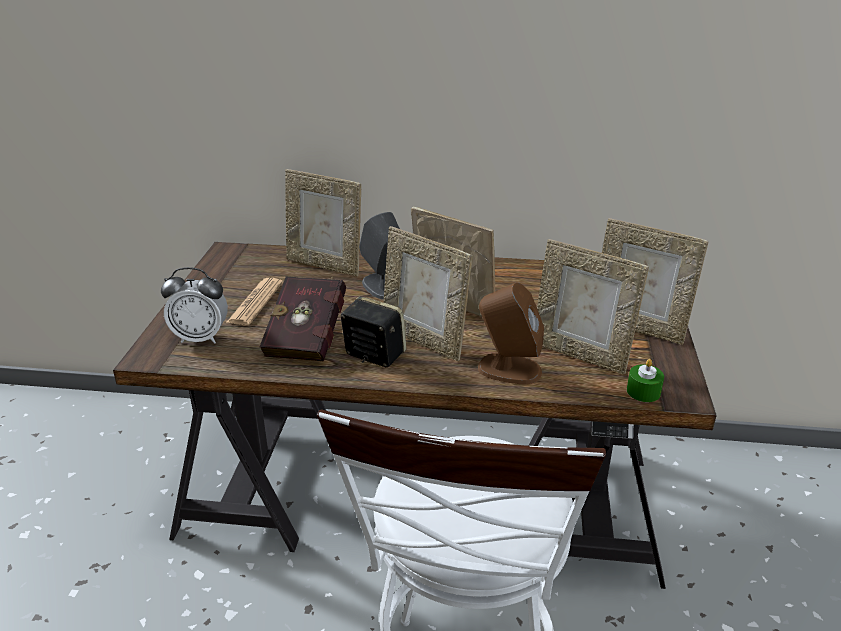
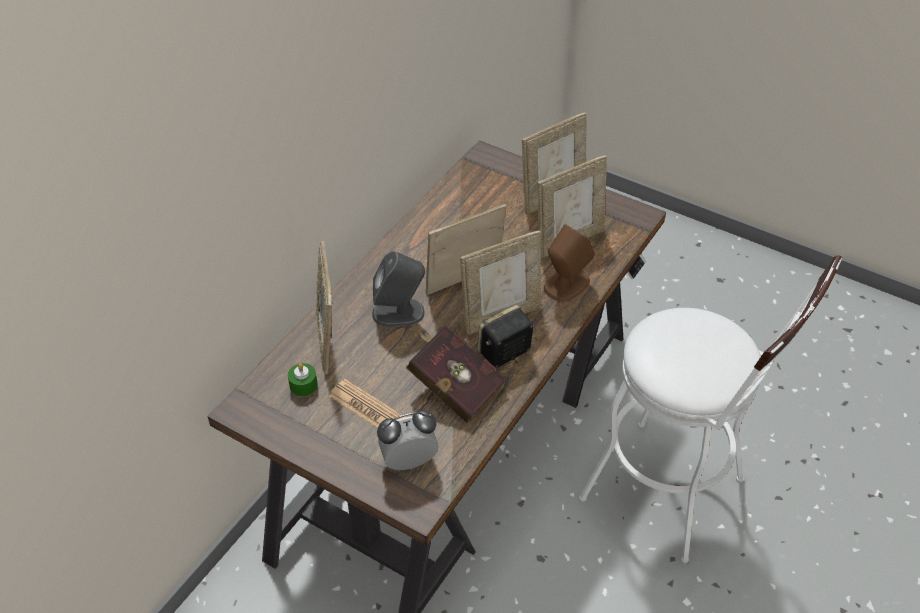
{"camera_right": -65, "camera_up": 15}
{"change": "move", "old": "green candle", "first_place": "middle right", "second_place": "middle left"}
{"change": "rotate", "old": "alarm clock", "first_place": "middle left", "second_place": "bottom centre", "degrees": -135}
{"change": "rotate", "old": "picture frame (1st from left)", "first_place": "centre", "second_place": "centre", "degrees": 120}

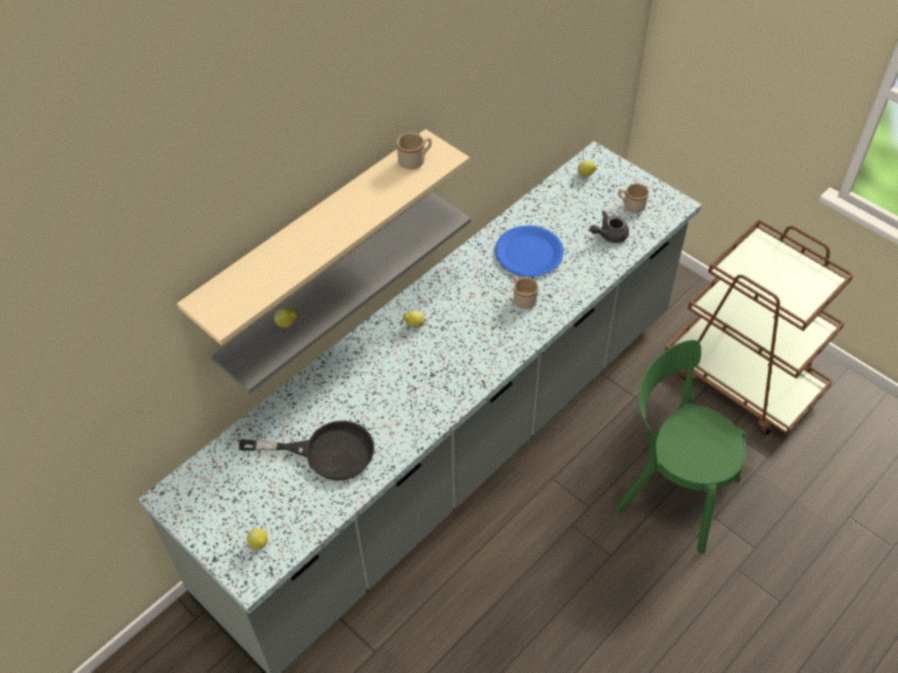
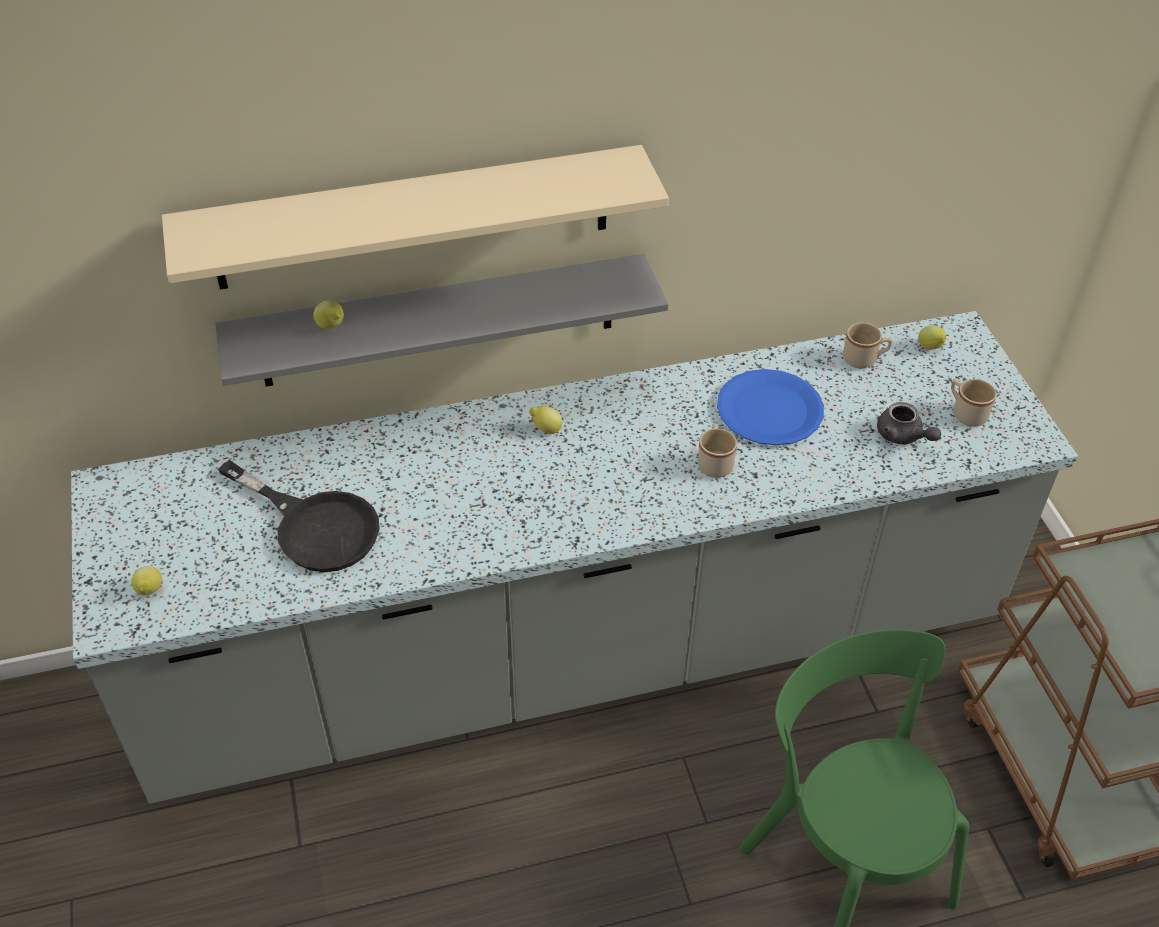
{"camera_right": 30, "camera_up": -5}
{"change": "move", "old": "beige mug (1st from left in the first image)", "new": "beige mug (2nd from left)", "first_place": "top centre", "second_place": "middle right"}
{"change": "rotate", "old": "grey teapot", "first_place": "middle right", "second_place": "middle right", "degrees": -135}

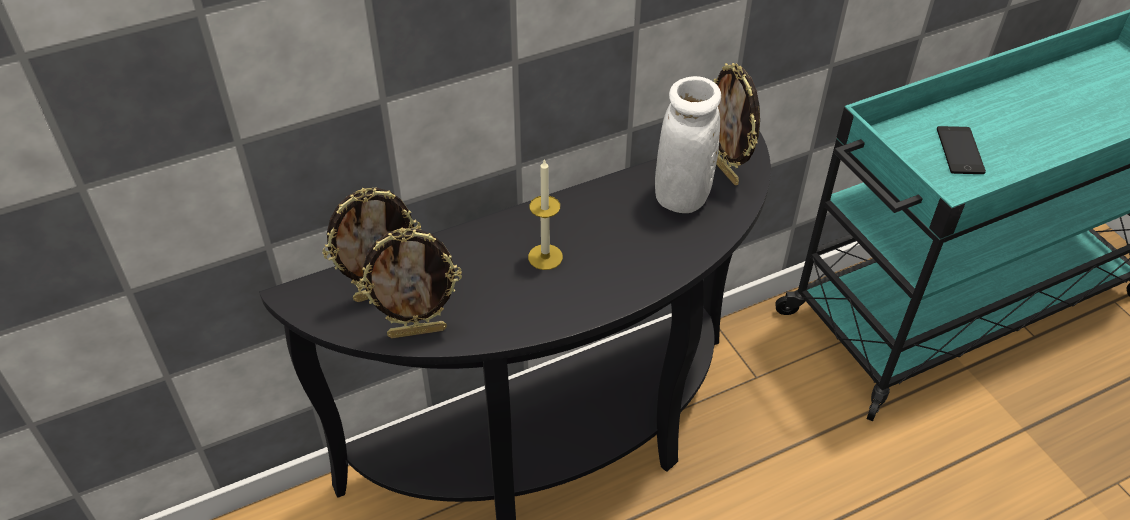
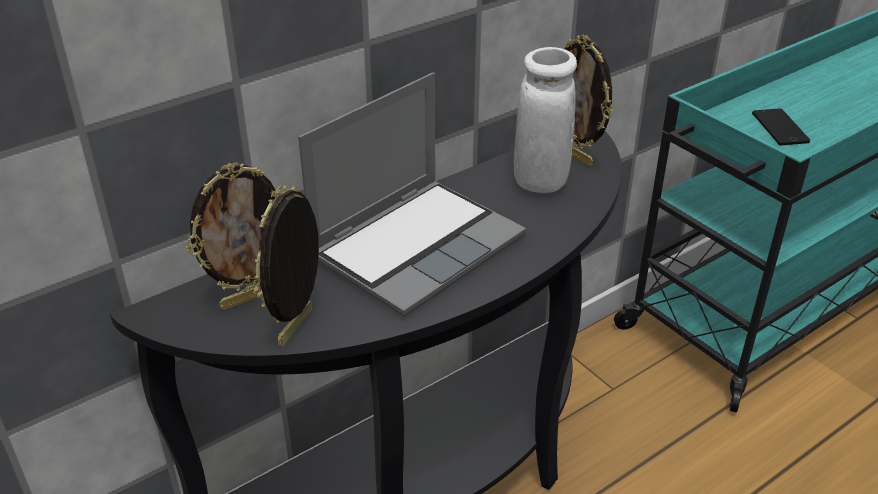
{"camera_right": -10, "camera_up": -10}
{"change": "replace", "old": "candle", "new": "laptop", "first_place": "centre", "second_place": "centre"}
{"change": "rotate", "old": "picture frame (2nd from left)", "first_place": "centre", "second_place": "middle left", "degrees": 135}

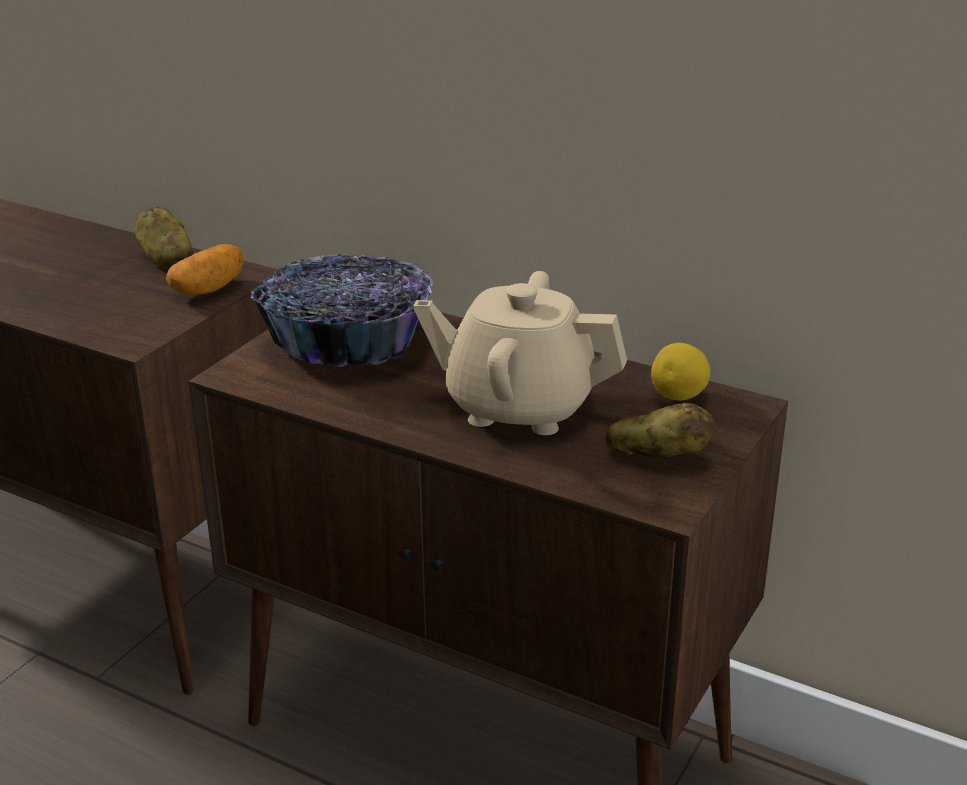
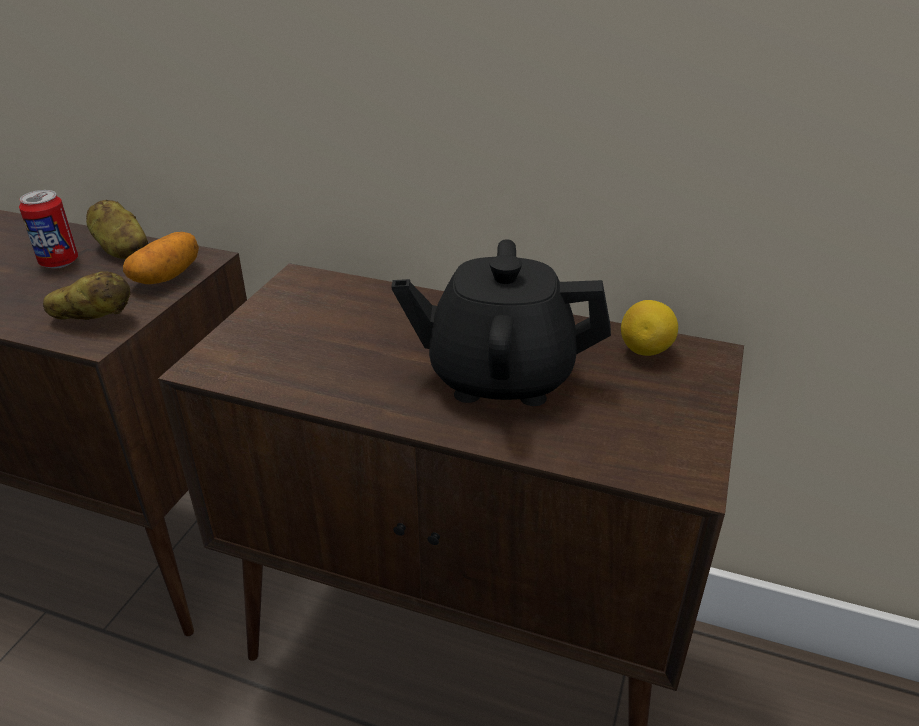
{"camera_right": -10, "camera_up": 5}
{"change": "delete", "old": "bowl", "first_place": "centre"}
{"change": "insert", "new": "can", "second_place": "top left"}
{"change": "move", "old": "potato (3rd from left in the first image)", "new": "potato (1st from left)", "first_place": "middle right", "second_place": "middle left"}
{"change": "recolor", "old": "beige teapot", "new": "black teapot", "first_place": "centre", "second_place": "centre"}

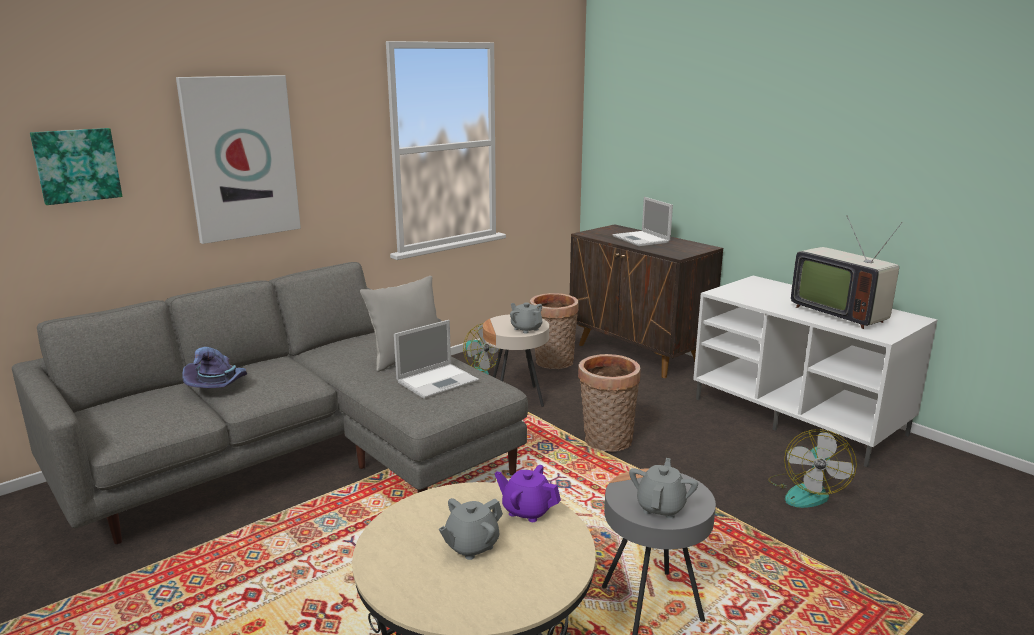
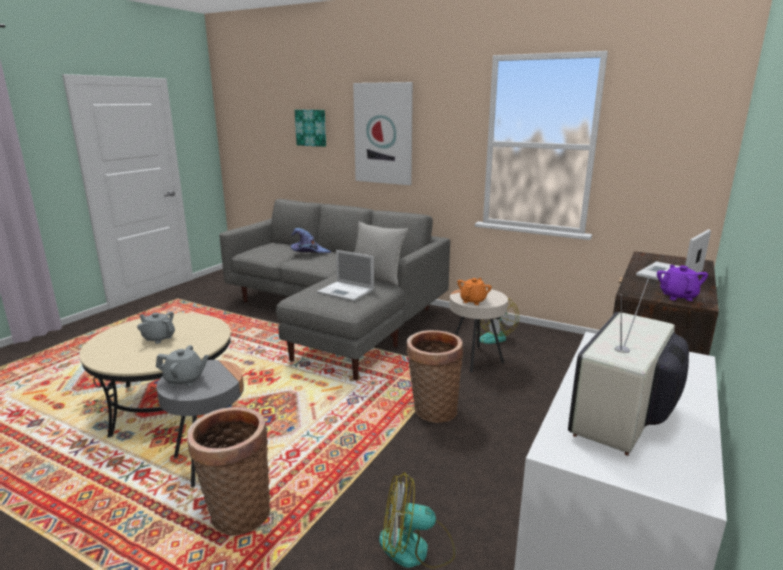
{"camera_right": 70, "camera_up": 0}
{"change": "move", "old": "purple teapot", "first_place": "bottom centre", "second_place": "middle right"}
{"change": "move", "old": "basket (1st from left)", "first_place": "centre", "second_place": "bottom left"}
{"change": "recolor", "old": "grey teapot (2nd from left)", "new": "orange teapot", "first_place": "centre", "second_place": "centre"}

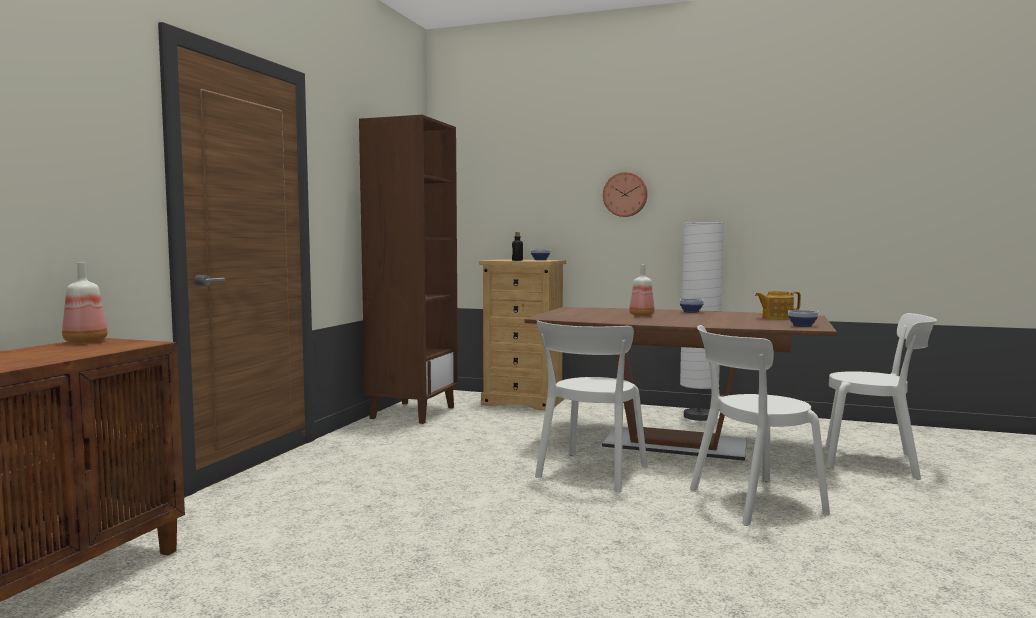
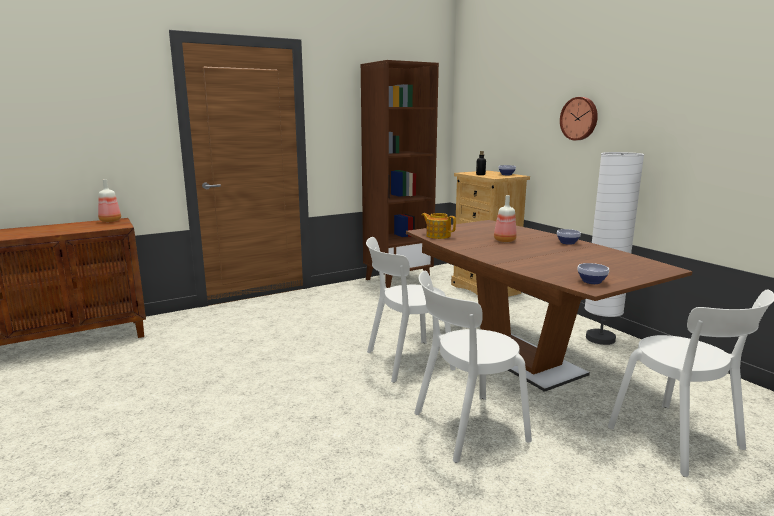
{"camera_right": 40, "camera_up": 10}
{"change": "move", "old": "teapot", "first_place": "middle right", "second_place": "centre"}
{"change": "rotate", "old": "white chair (2nd from left)", "first_place": "bottom right", "second_place": "bottom centre", "degrees": -45}

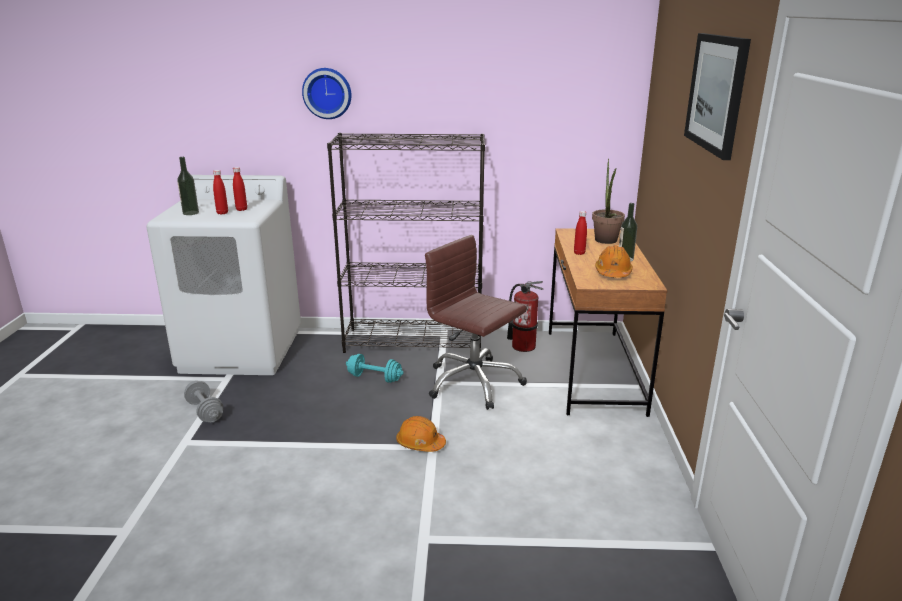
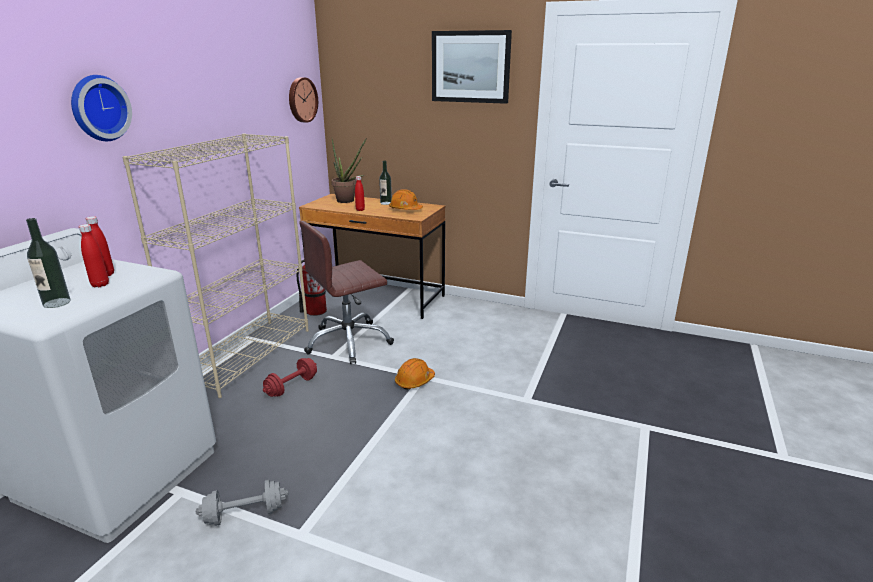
{"camera_right": -70, "camera_up": 0}
{"change": "insert", "new": "wall clock (2nd from left)", "second_place": "top centre"}
{"change": "recolor", "old": "black bookcase", "new": "beige bookcase", "first_place": "centre", "second_place": "middle left"}
{"change": "recolor", "old": "turquoise dumbbell", "new": "red dumbbell", "first_place": "centre", "second_place": "middle left"}

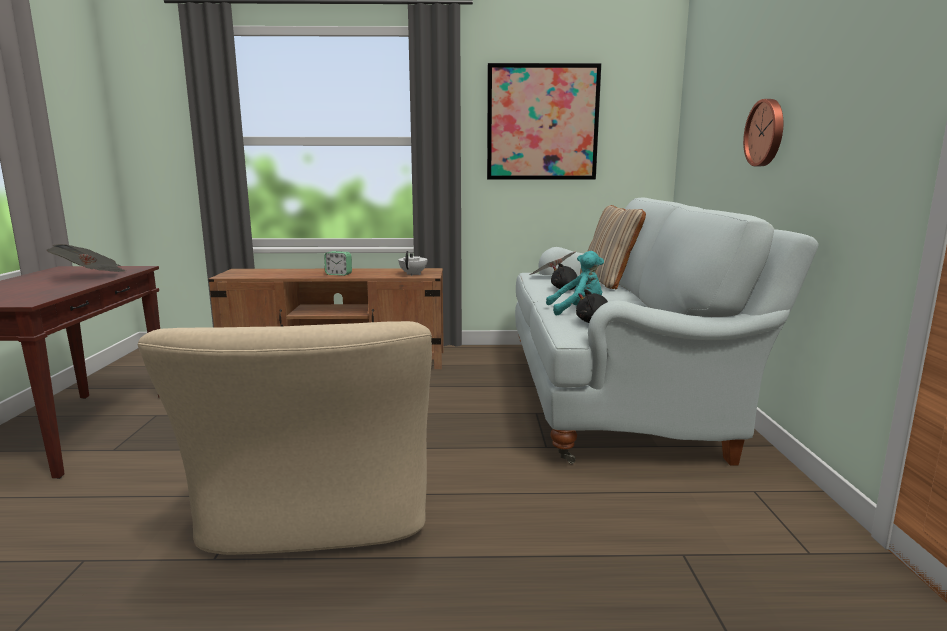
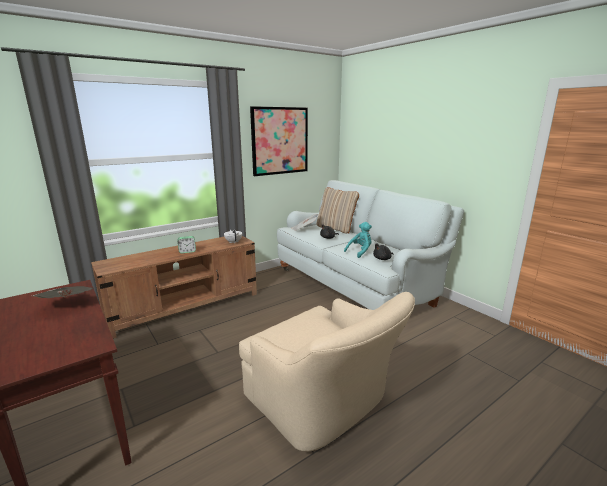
{"camera_right": -35, "camera_up": 5}
{"change": "delete", "old": "wall clock", "first_place": "top right"}

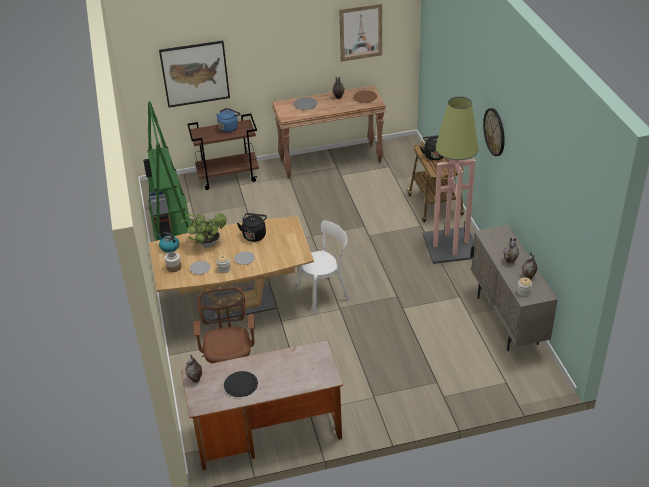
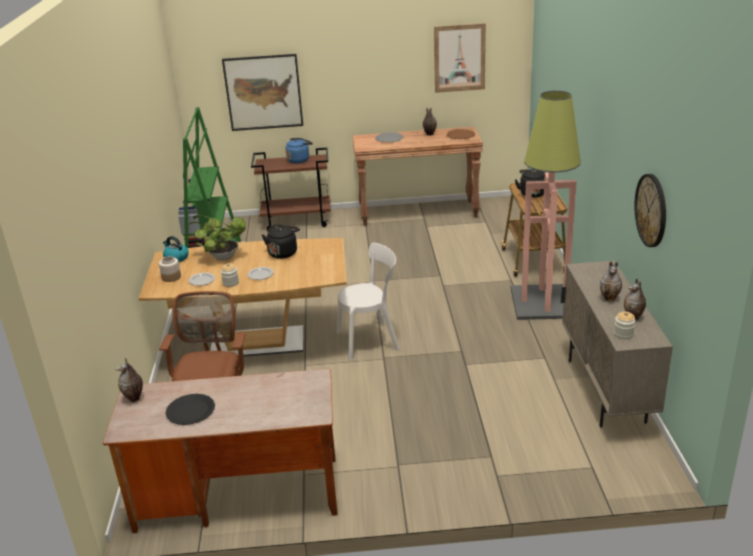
{"camera_right": 10, "camera_up": -10}
{"change": "move", "old": "wall clock", "first_place": "top right", "second_place": "middle right"}

